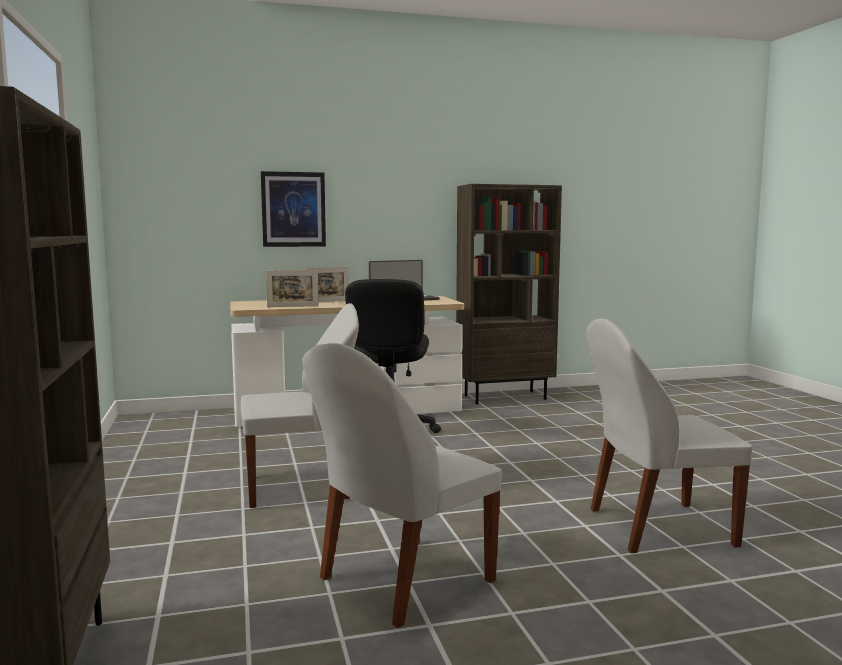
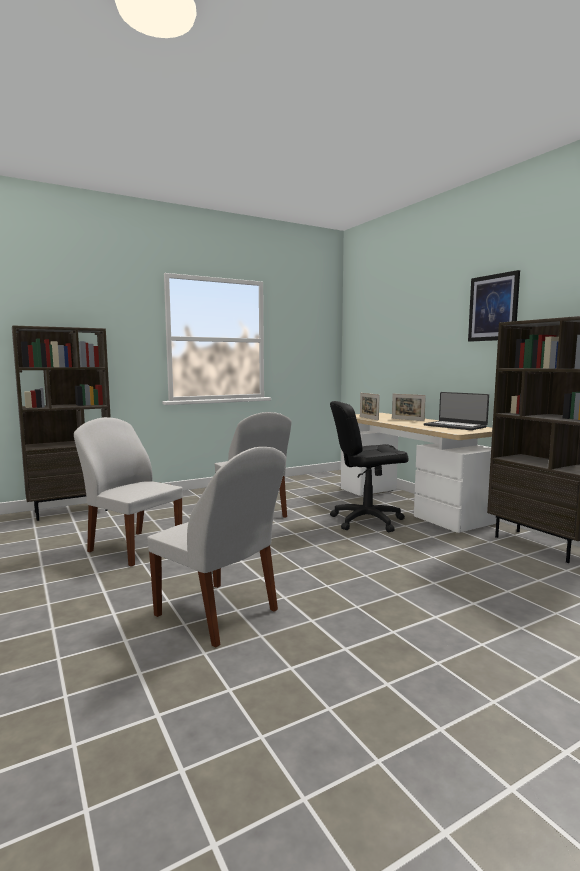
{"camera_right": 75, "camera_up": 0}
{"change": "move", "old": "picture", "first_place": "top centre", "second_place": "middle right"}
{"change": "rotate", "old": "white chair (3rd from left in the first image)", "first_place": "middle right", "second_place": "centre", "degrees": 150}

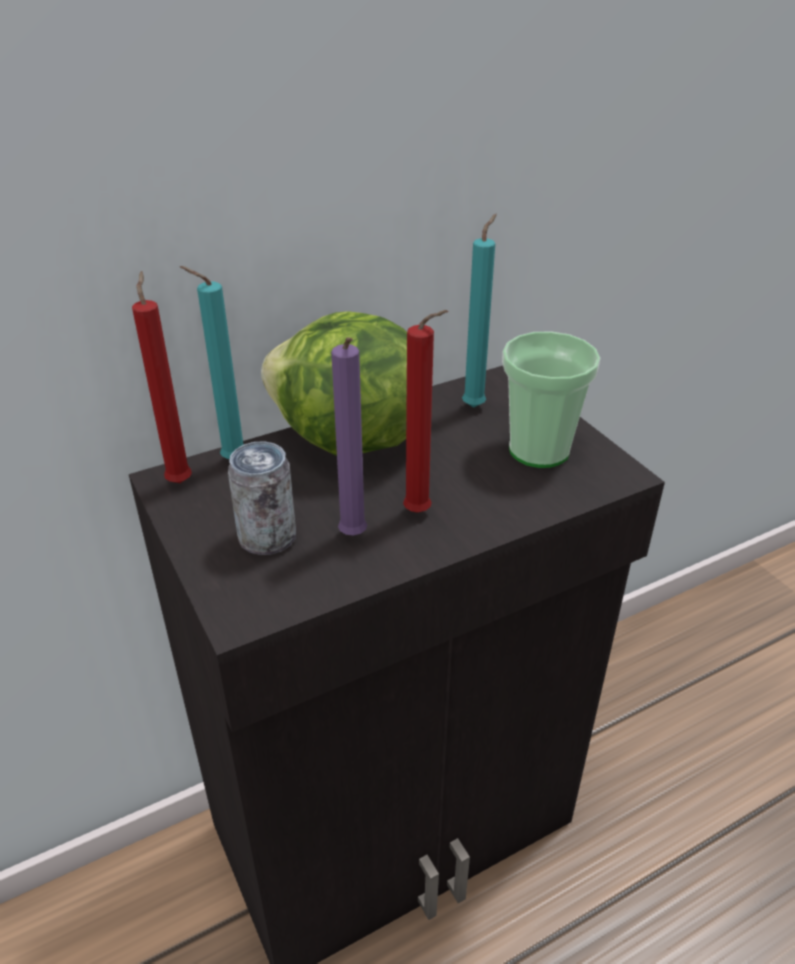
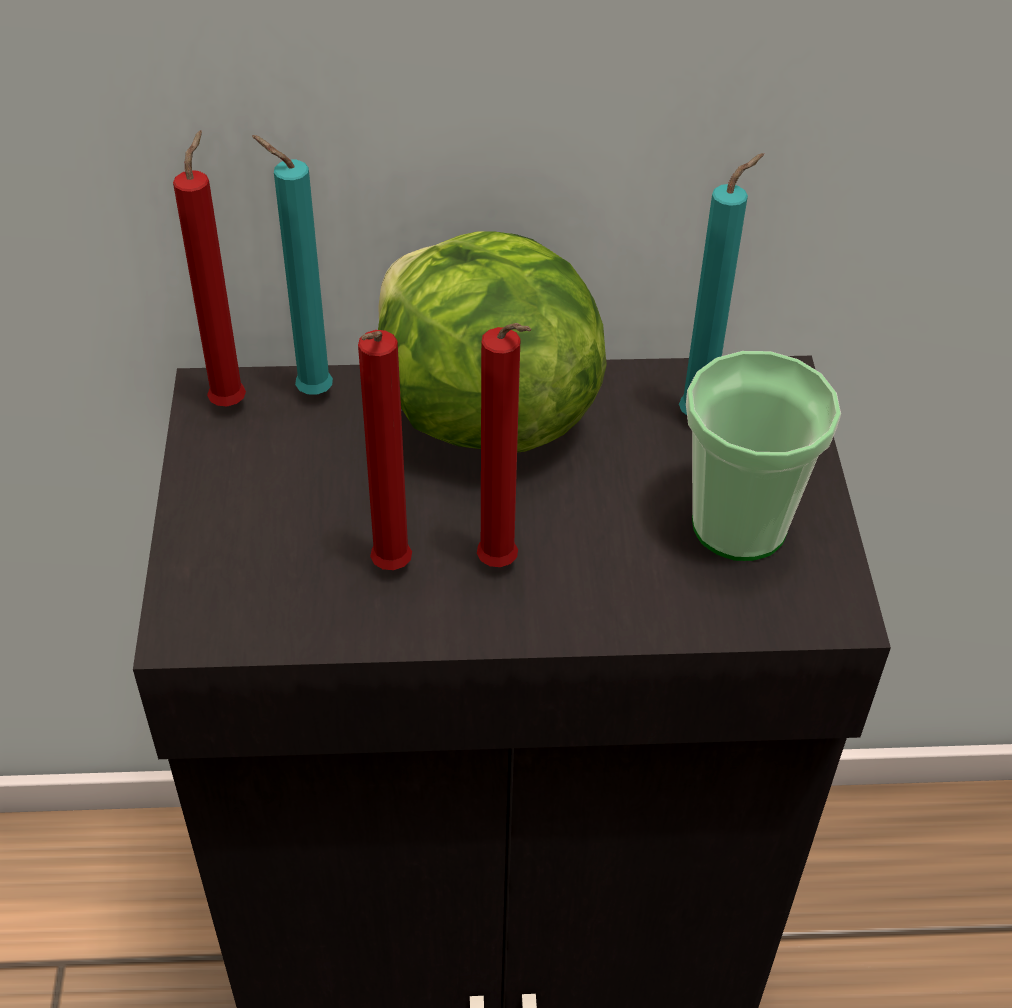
{"camera_right": 25, "camera_up": 10}
{"change": "delete", "old": "can", "first_place": "middle left"}
{"change": "recolor", "old": "purple candle", "new": "red candle (2nd from left)", "first_place": "centre", "second_place": "centre"}

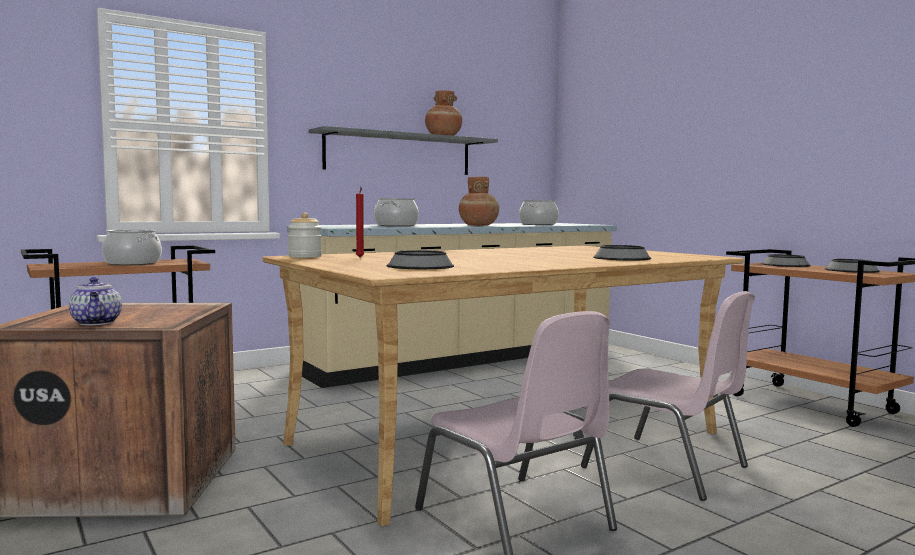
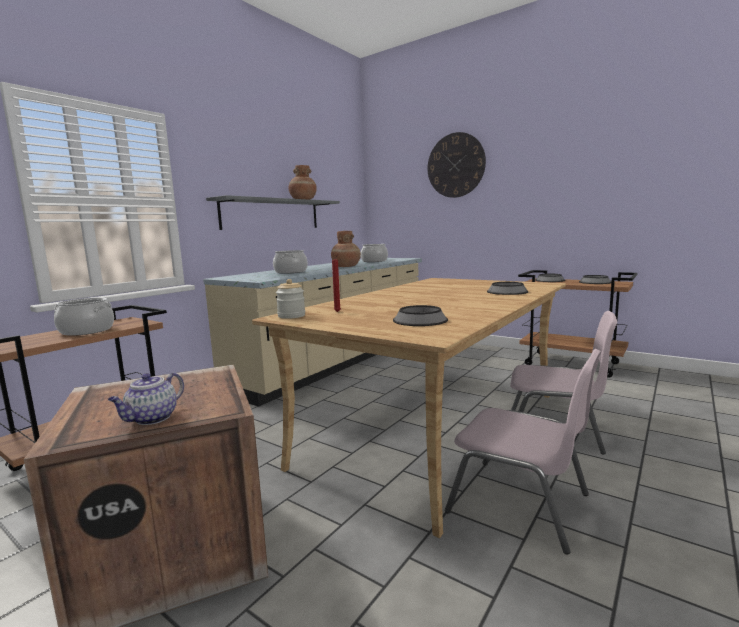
{"camera_right": -20, "camera_up": 5}
{"change": "insert", "new": "wall clock", "second_place": "top centre"}
{"change": "rotate", "old": "teapot", "first_place": "middle left", "second_place": "middle left", "degrees": 75}

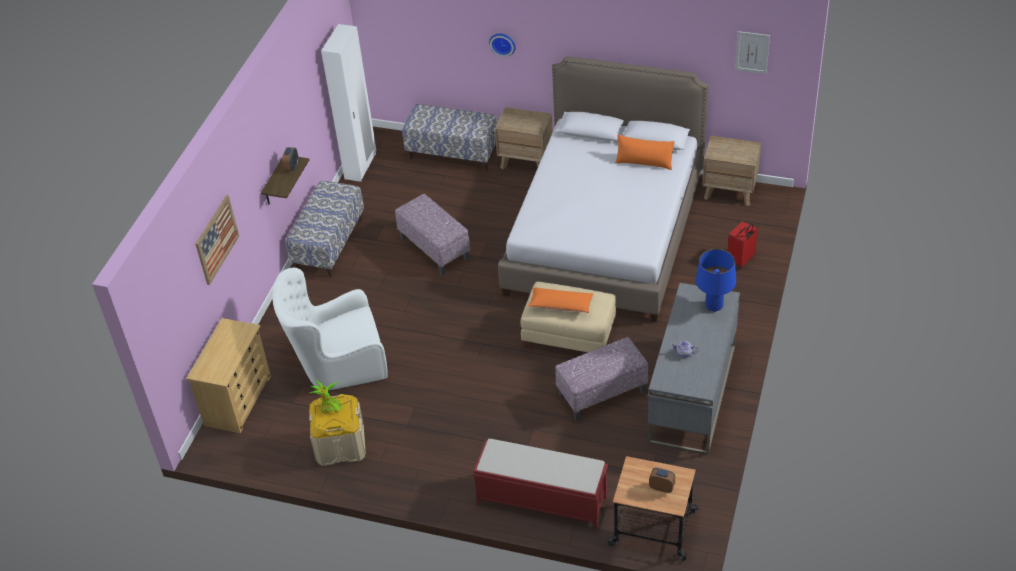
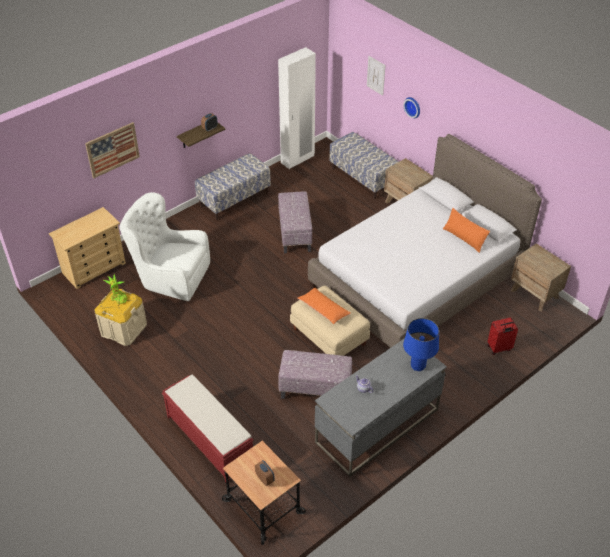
{"camera_right": 30, "camera_up": 0}
{"change": "move", "old": "picture (2nd from left)", "first_place": "top right", "second_place": "top centre"}

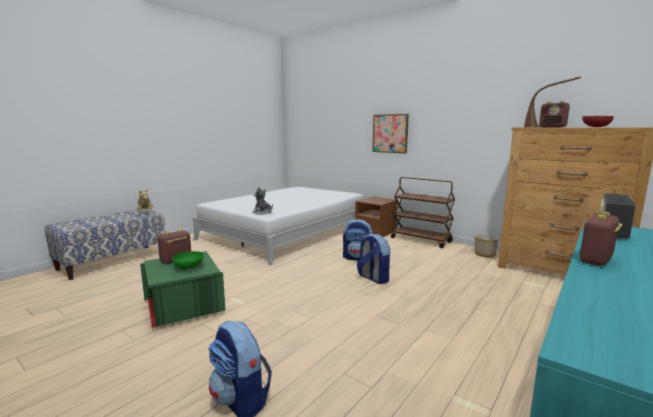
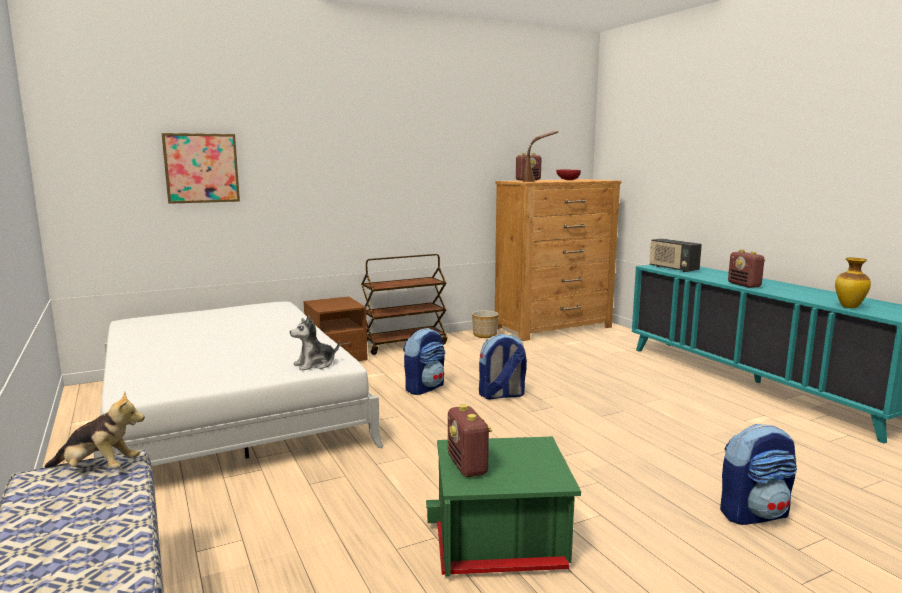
{"camera_right": -65, "camera_up": 0}
{"change": "delete", "old": "green bowl", "first_place": "middle left"}
{"change": "insert", "new": "vase", "second_place": "middle right"}
{"change": "move", "old": "picture", "first_place": "top centre", "second_place": "top left"}

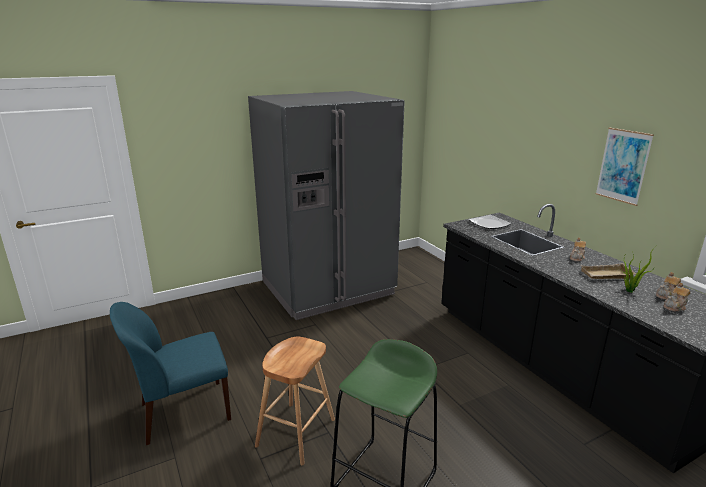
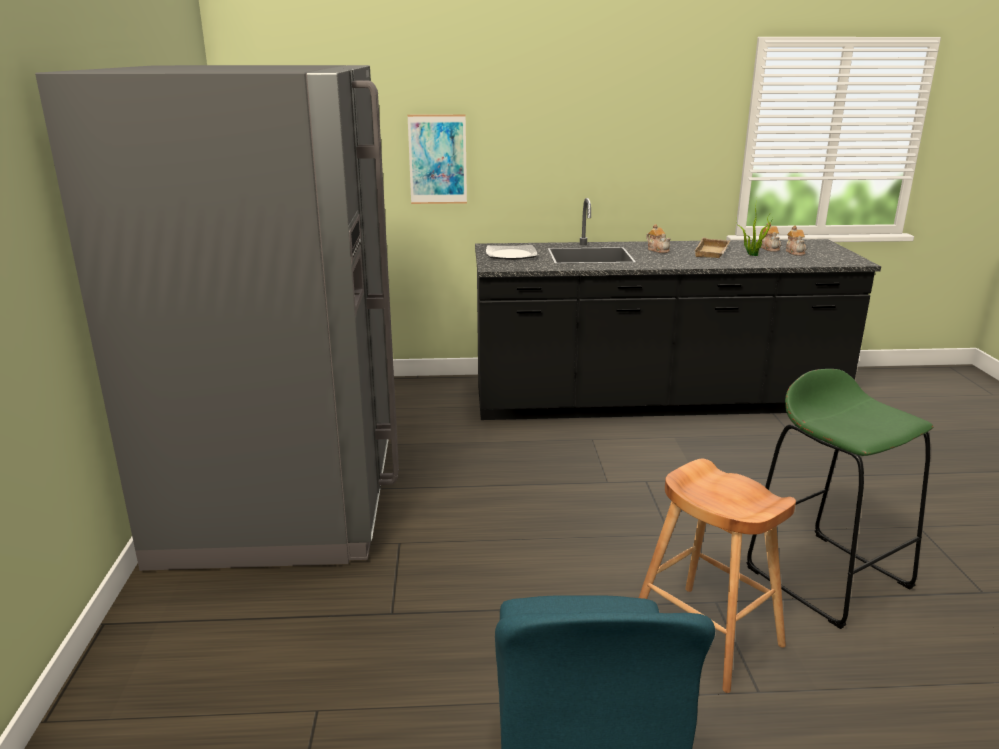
{"camera_right": -65, "camera_up": 0}
{"change": "move", "old": "picture", "first_place": "middle right", "second_place": "top centre"}

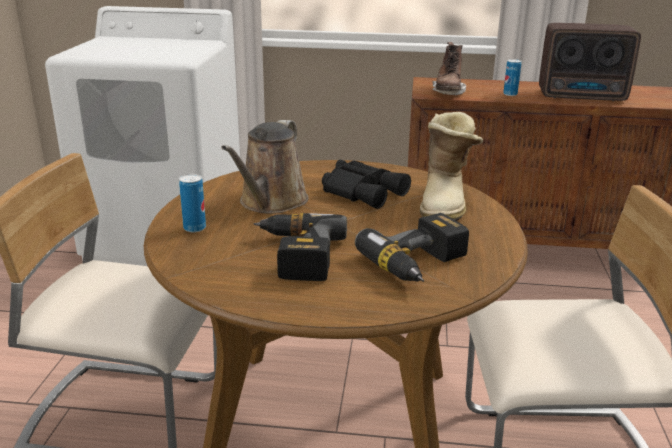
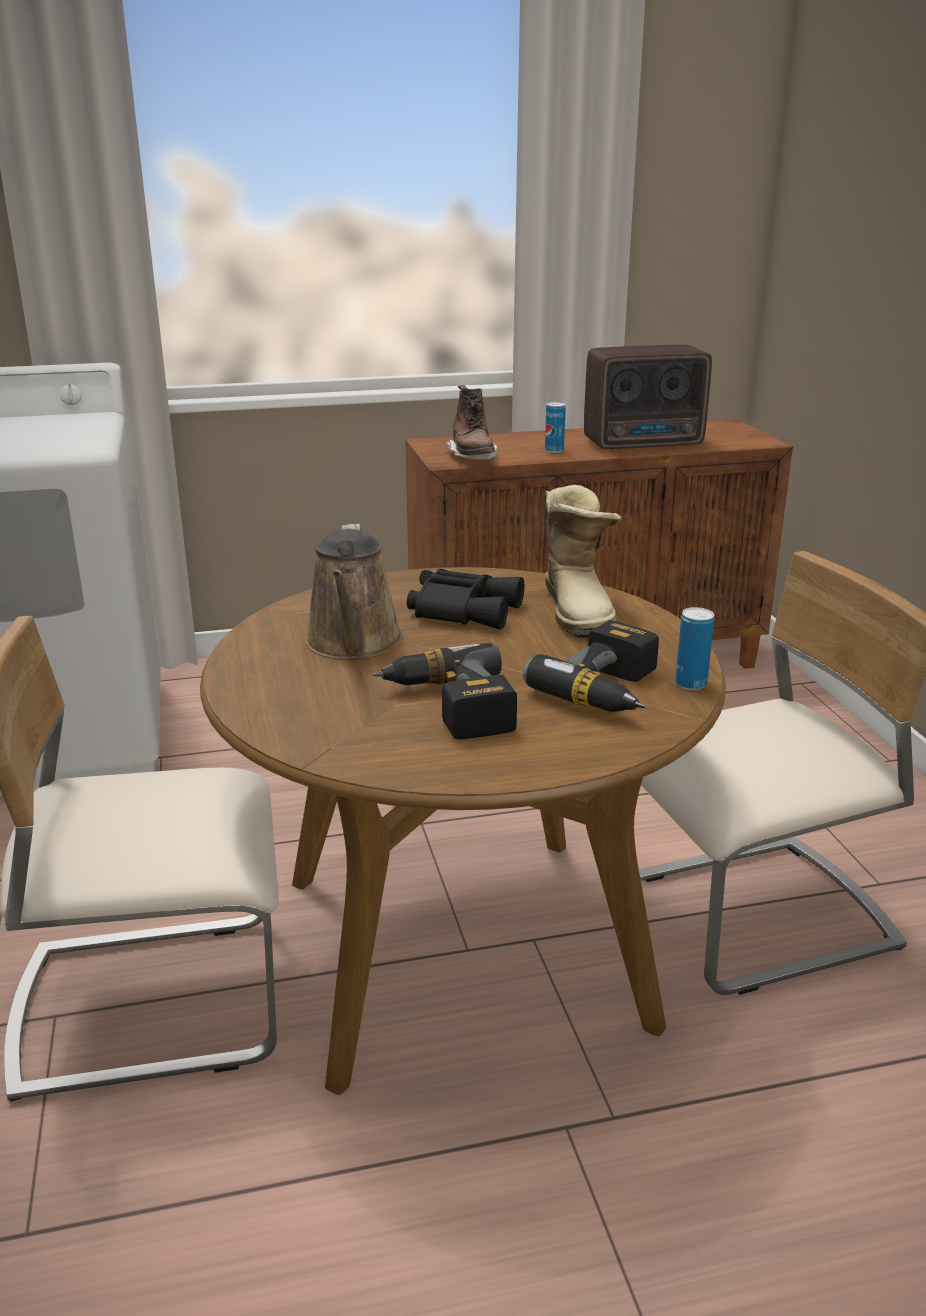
{"camera_right": -20, "camera_up": 0}
{"change": "move", "old": "can (1st from left in the first image)", "new": "can (2nd from left)", "first_place": "middle left", "second_place": "middle right"}

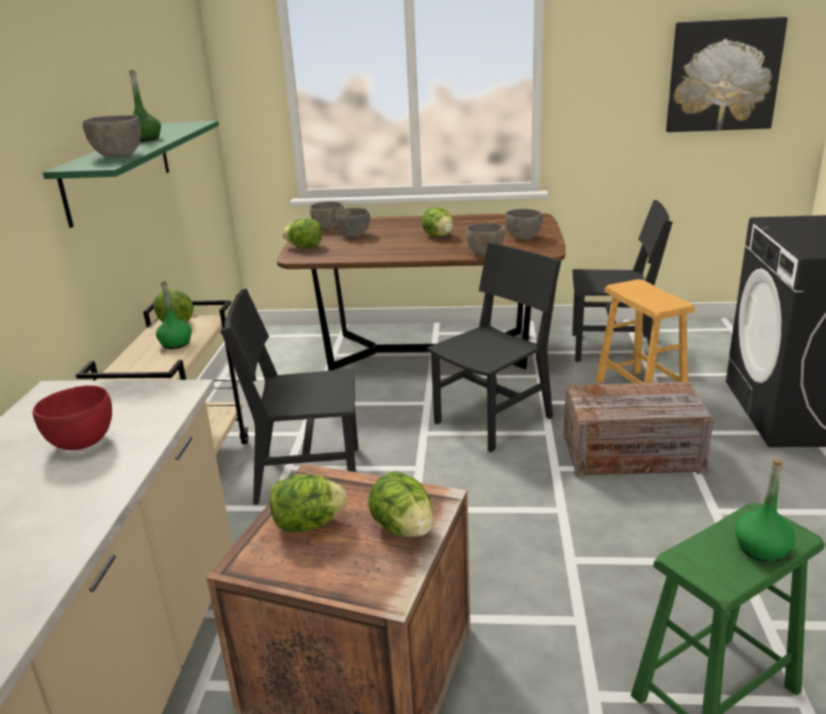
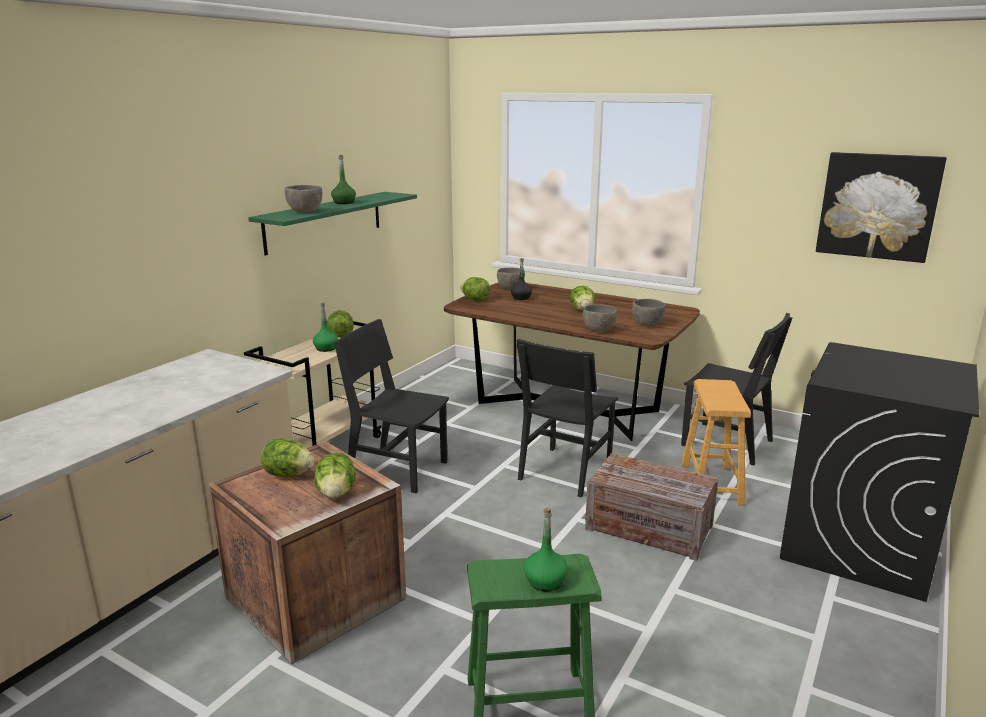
{"camera_right": 25, "camera_up": -5}
{"change": "delete", "old": "red bowl", "first_place": "middle left"}
{"change": "replace", "old": "grey bowl (3rd from left)", "new": "black bottle", "first_place": "top centre", "second_place": "centre"}
{"change": "rotate", "old": "black chair (2nd from left)", "first_place": "centre", "second_place": "centre", "degrees": 135}

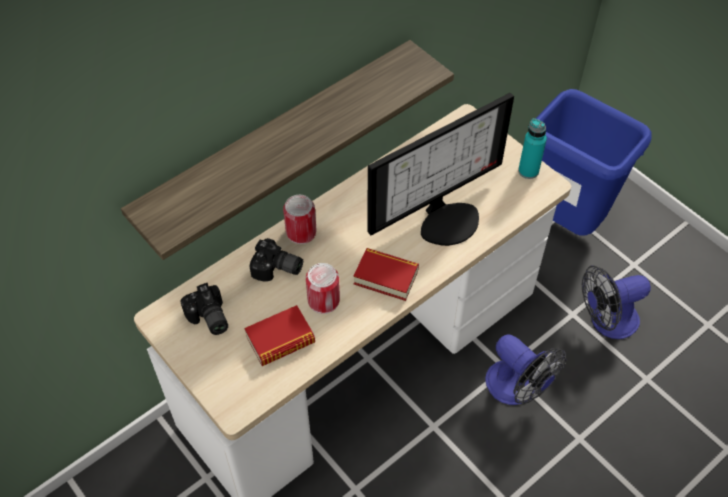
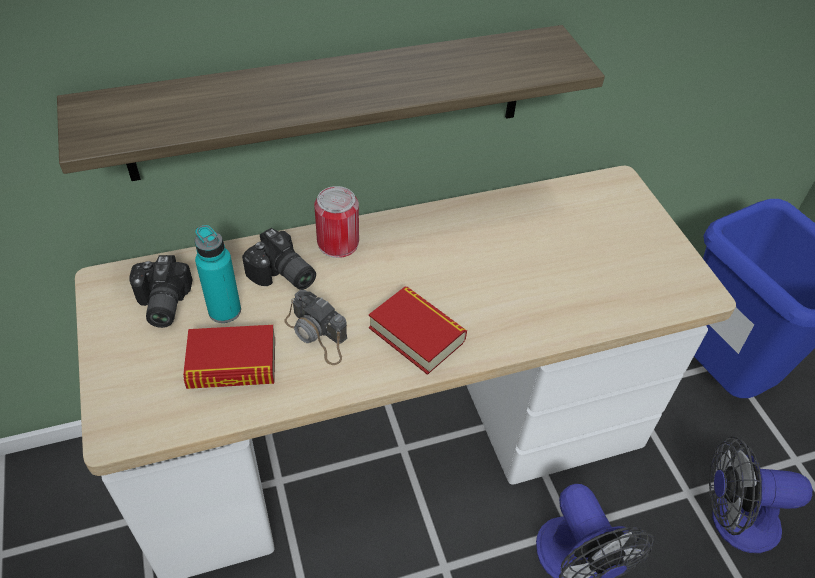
{"camera_right": 20, "camera_up": -5}
{"change": "delete", "old": "monitor", "first_place": "centre"}
{"change": "move", "old": "turquoise bottle", "first_place": "top right", "second_place": "middle left"}
{"change": "replace", "old": "can (2nd from left)", "new": "photo camera (3rd from left)", "first_place": "centre", "second_place": "centre"}

